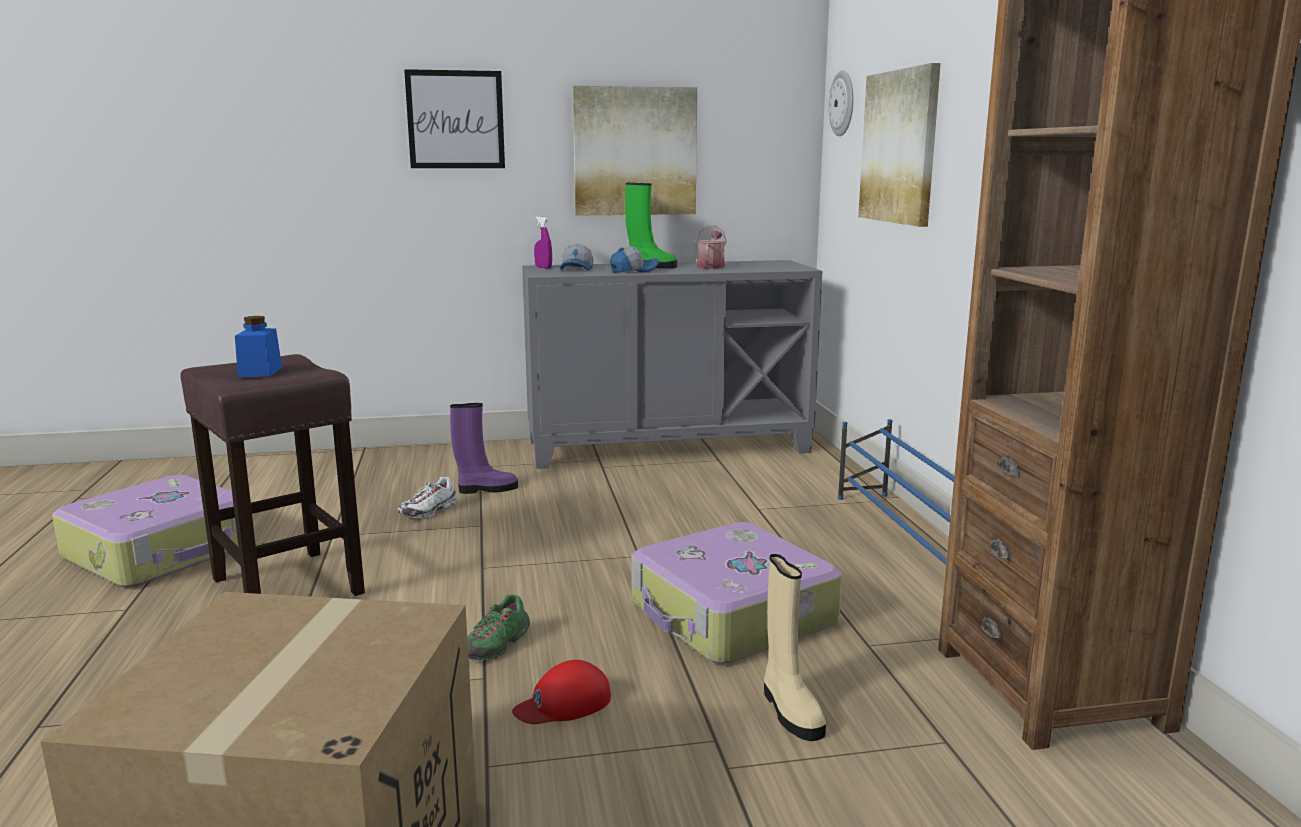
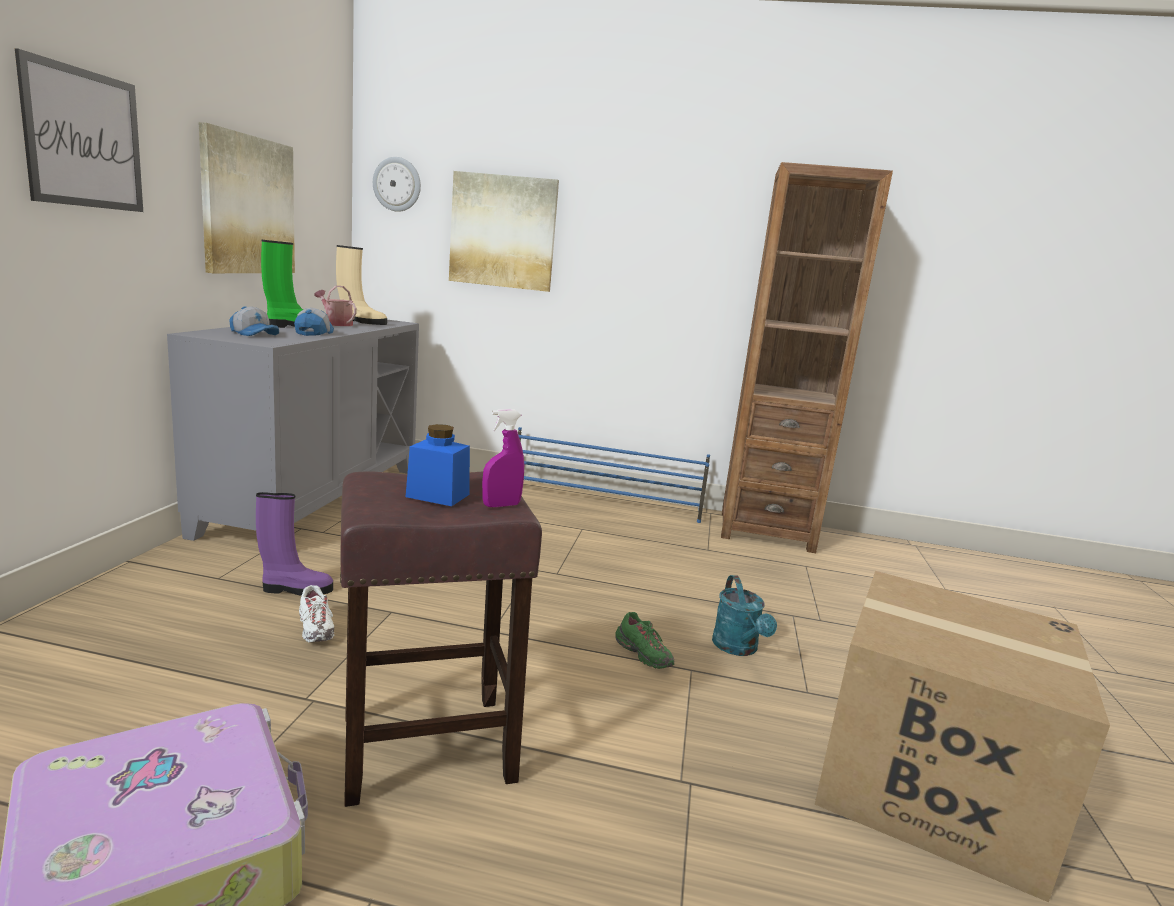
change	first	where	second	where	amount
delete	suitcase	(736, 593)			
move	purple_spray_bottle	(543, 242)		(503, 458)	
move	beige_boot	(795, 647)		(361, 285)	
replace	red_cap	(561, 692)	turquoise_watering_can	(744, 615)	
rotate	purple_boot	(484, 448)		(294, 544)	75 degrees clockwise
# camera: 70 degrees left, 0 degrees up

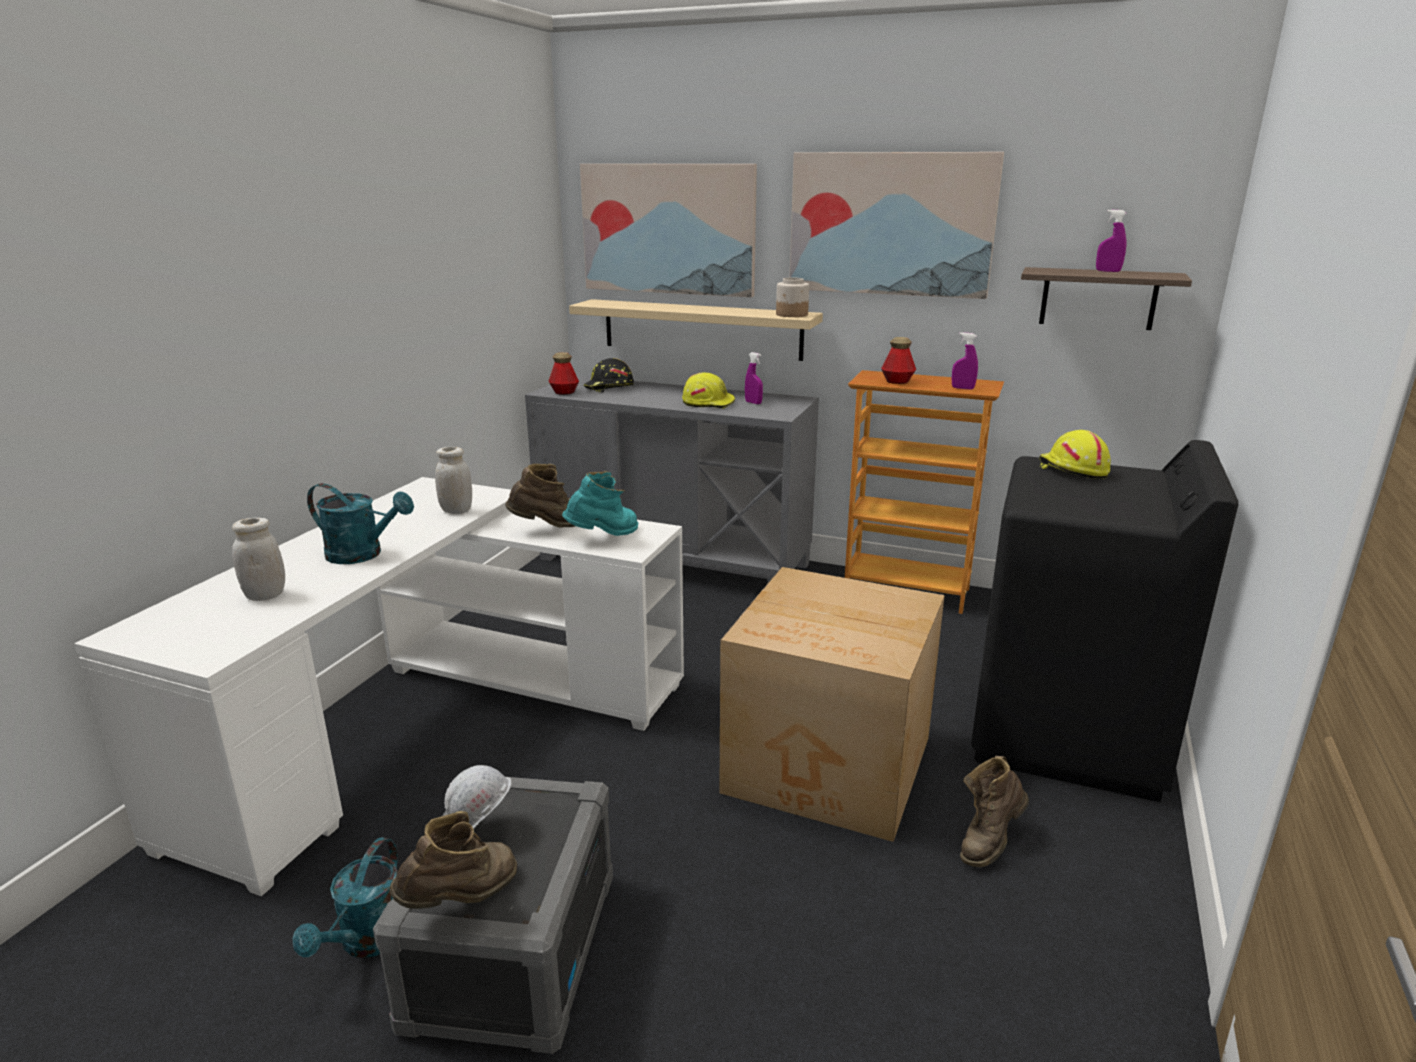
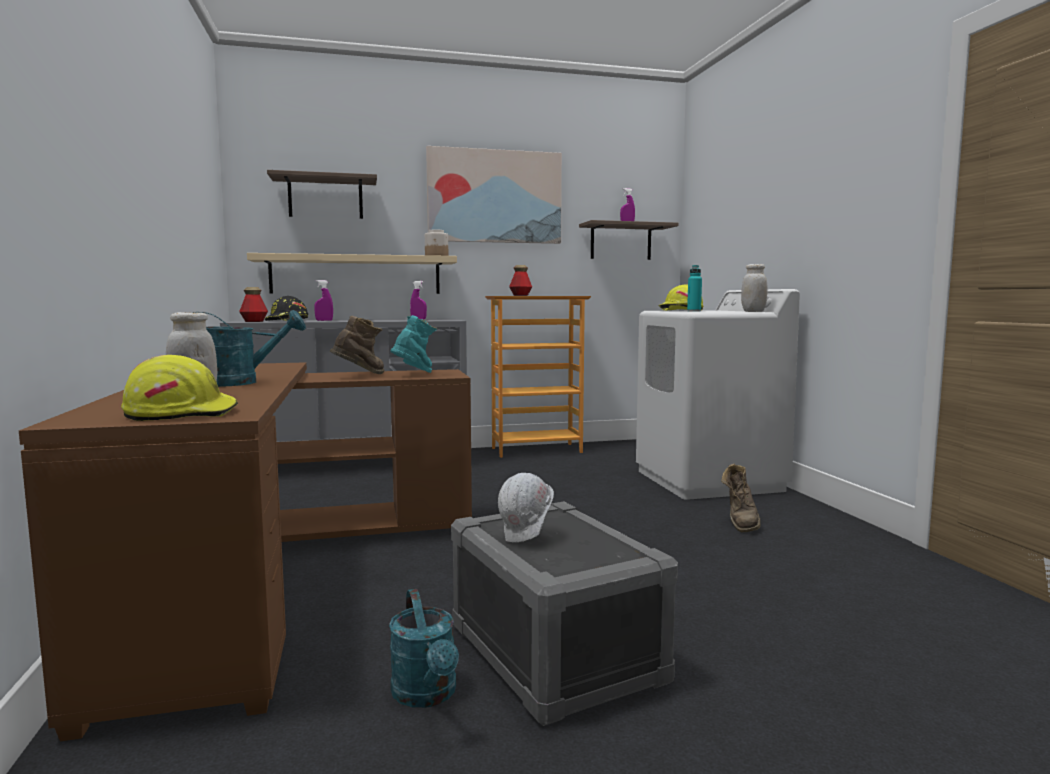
change	first	where	second	where	amount
delete	brown_boot	(453, 860)			
delete	cardboard_box	(832, 704)			
insert			turquoise_bottle	(694, 288)	
move	white_jar	(453, 480)		(754, 288)	
move	yellow_hard_hat	(708, 390)		(179, 388)	
move	purple_spray_bottle	(965, 361)		(323, 300)	
replace	picture	(668, 230)	shelf	(322, 194)	
recolor	white_desk	(379, 686)	brown_desk	(245, 551)	
recolor	black_washing_machine	(1104, 621)	white_washing_machine	(718, 394)	
# camera: 35 degrees left, 15 degrees down

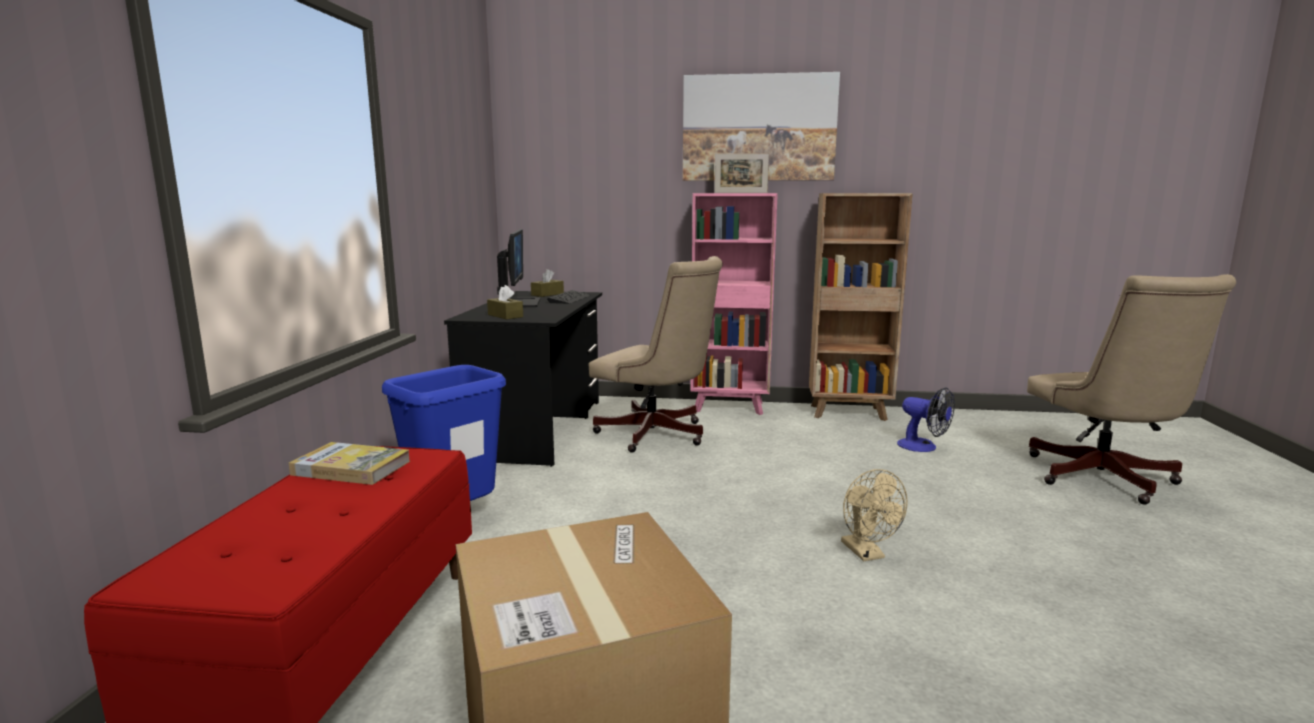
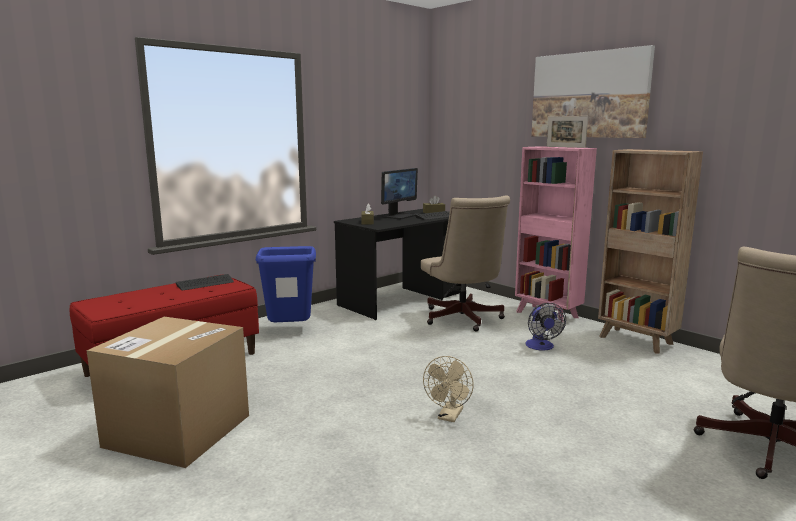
change	first	where	second	where	amount
move	fan	(926, 419)		(545, 326)	
replace	book	(349, 463)	keyboard	(204, 282)	
# camera: 40 degrees right, 0 degrees up

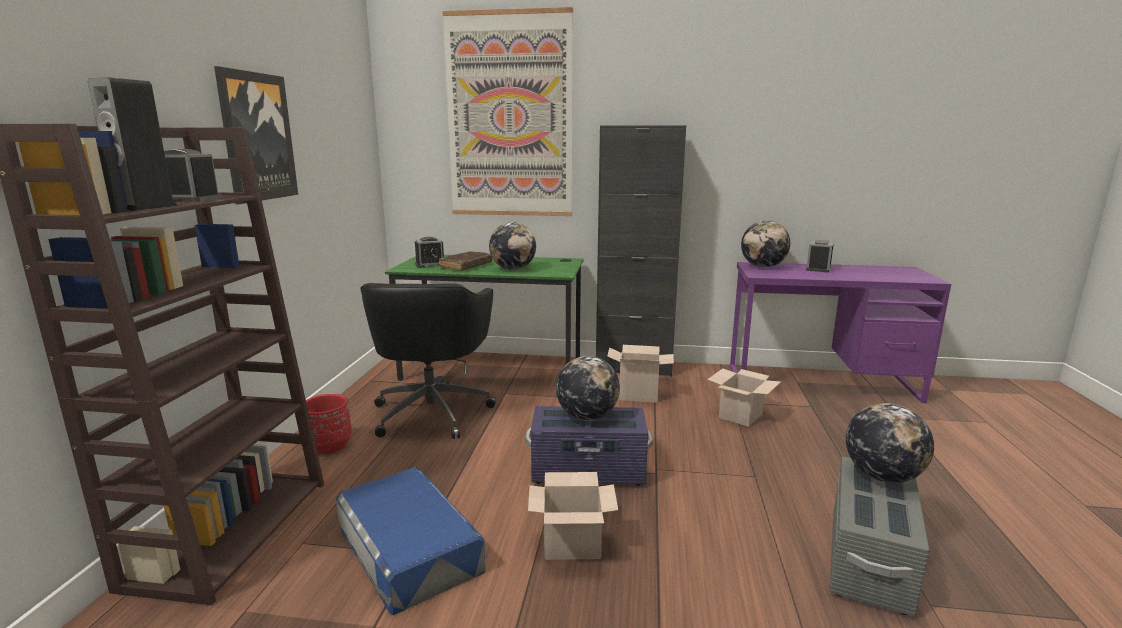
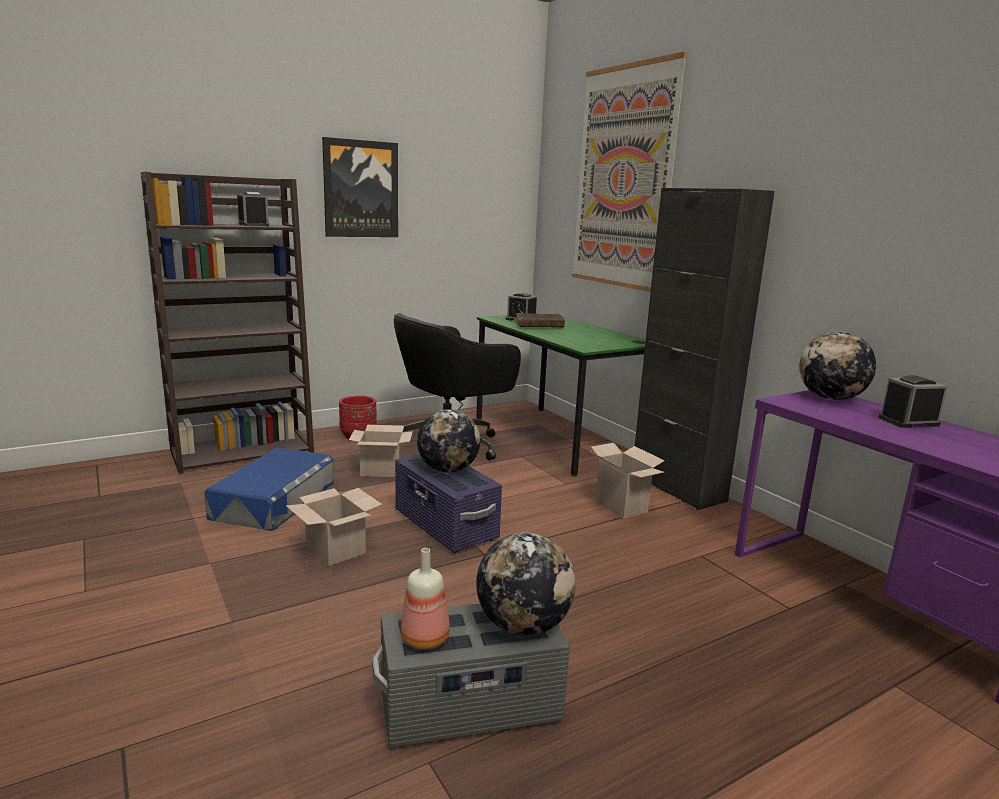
change	first	where	second	where	amount
delete	speaker	(133, 144)			
delete	globe	(512, 246)			
insert			bottle	(425, 599)	
move	cardboard_box	(744, 398)		(381, 451)	
# camera: 50 degrees right, 0 degrees up

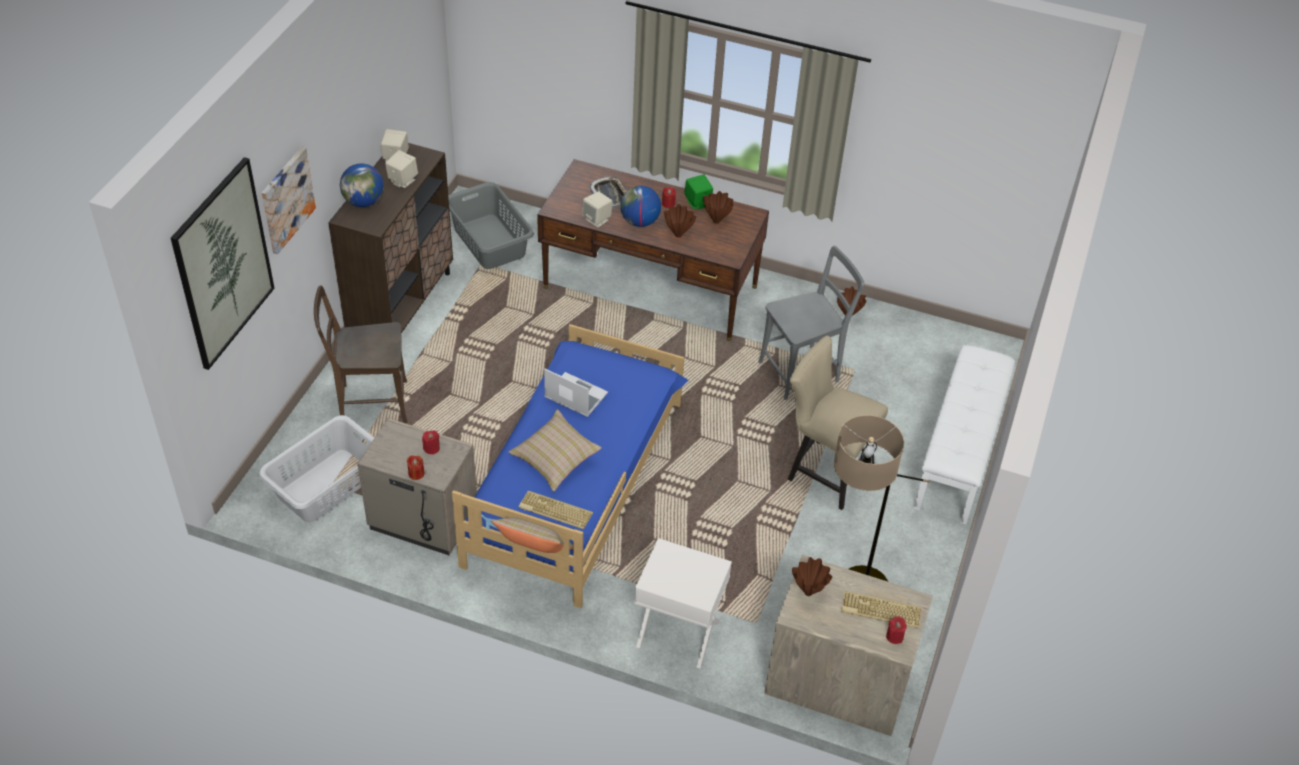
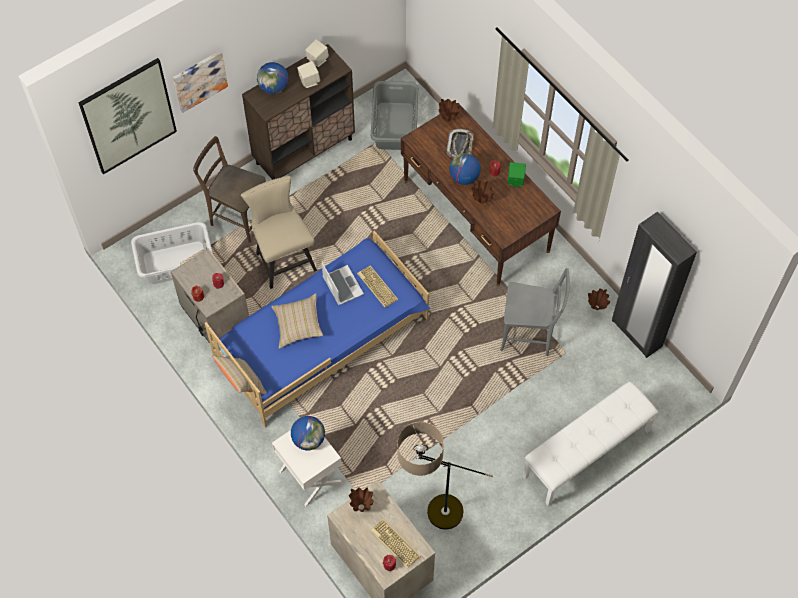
change	first	where	second	where	amount
delete	beige_speaker	(597, 209)			
insert			globe	(308, 433)	
insert			black_wardrobe	(654, 285)	
move	keyboard	(555, 510)		(378, 286)	
move	brown_vase	(718, 207)		(449, 110)	
move	beige_chair	(838, 423)		(279, 232)	
# camera: 35 degrees right, 15 degrees up

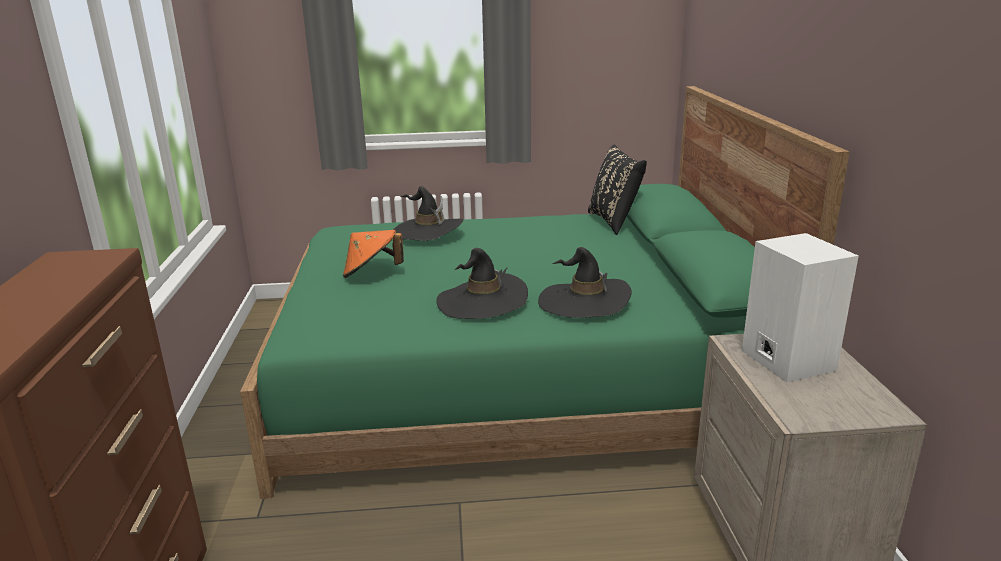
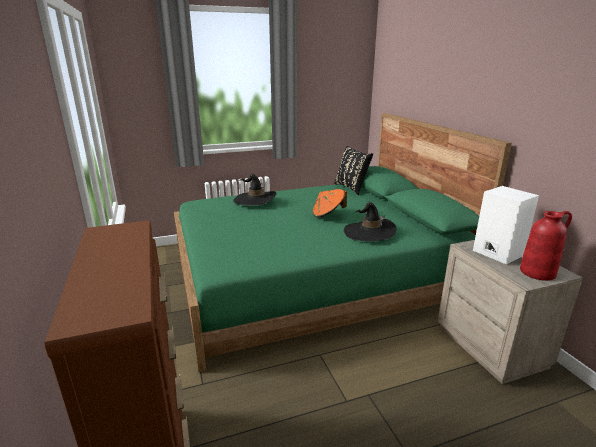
change	first	where	second	where	amount
delete	black_hat	(482, 283)			
insert			red_vase	(546, 246)	
move	orange_hat	(373, 254)		(330, 203)	
# camera: 15 degrees left, 0 degrees up

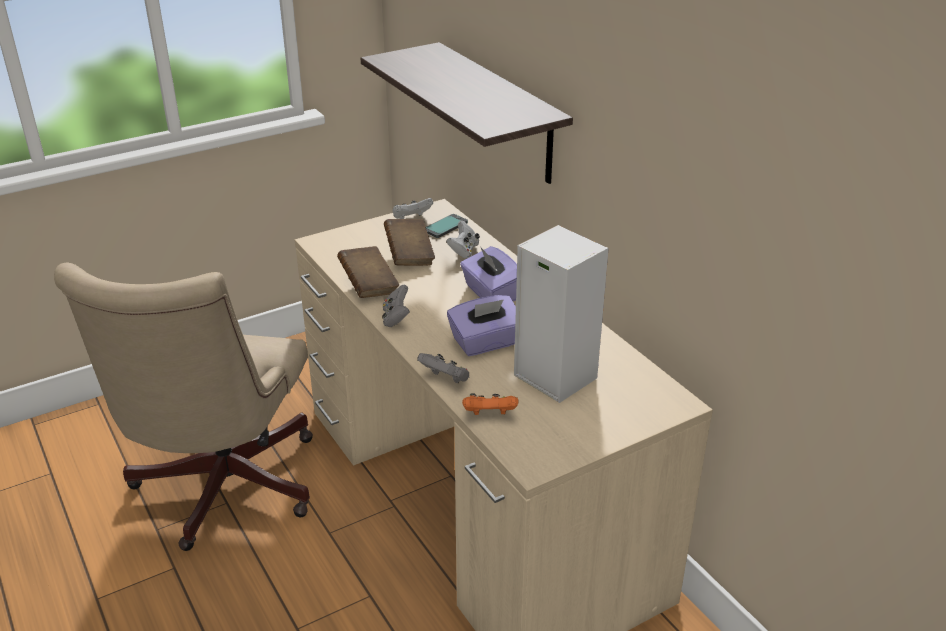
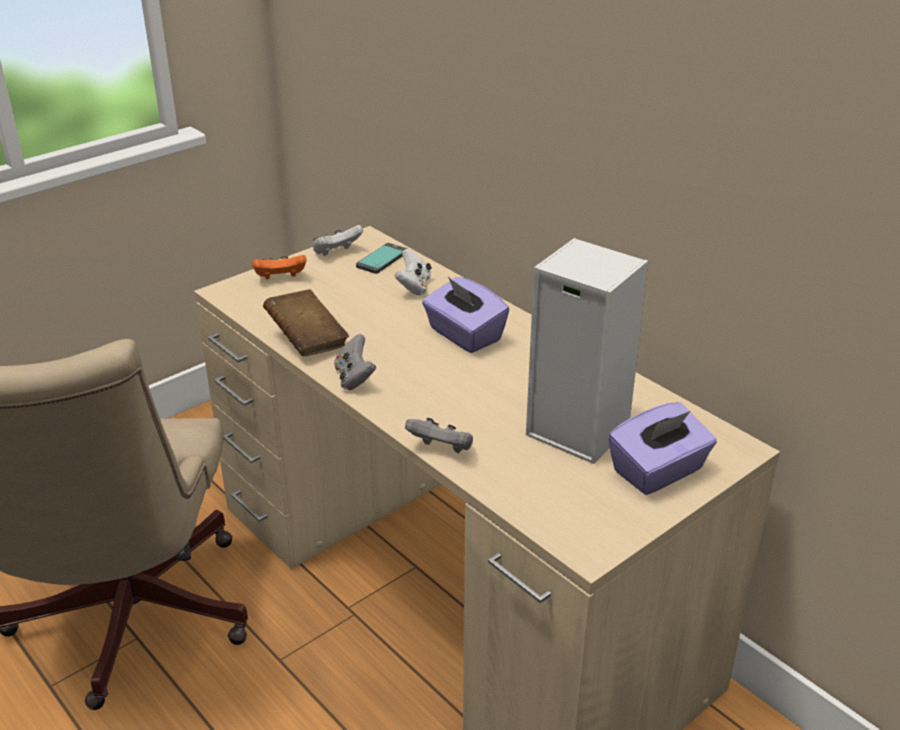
change	first	where	second	where	amount
delete	shelf	(466, 113)			
delete	brown_book	(409, 242)			
move	purple_tissue_box	(481, 325)		(662, 448)	
move	orange_game_controller	(490, 404)		(279, 267)	
# camera: 10 degrees left, 0 degrees up

